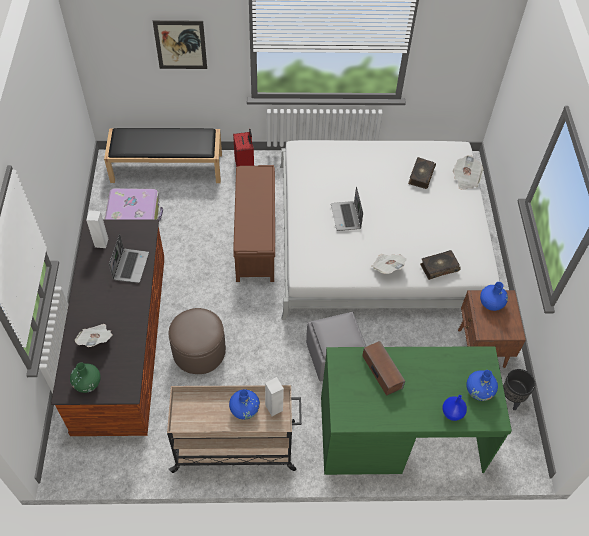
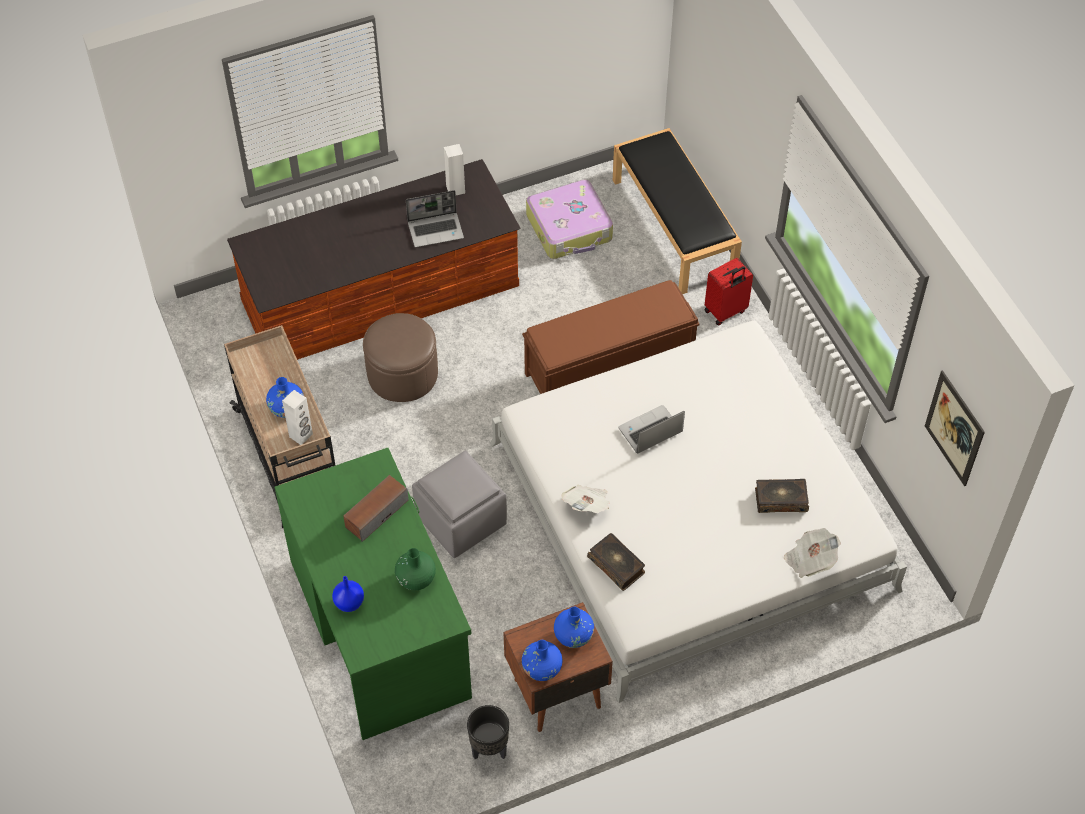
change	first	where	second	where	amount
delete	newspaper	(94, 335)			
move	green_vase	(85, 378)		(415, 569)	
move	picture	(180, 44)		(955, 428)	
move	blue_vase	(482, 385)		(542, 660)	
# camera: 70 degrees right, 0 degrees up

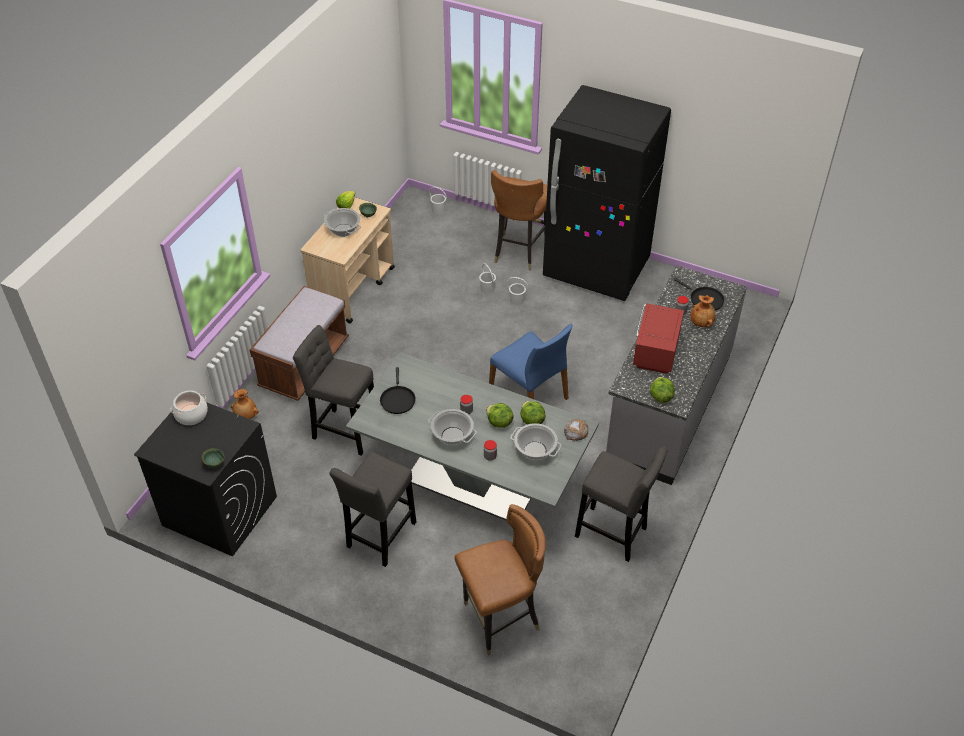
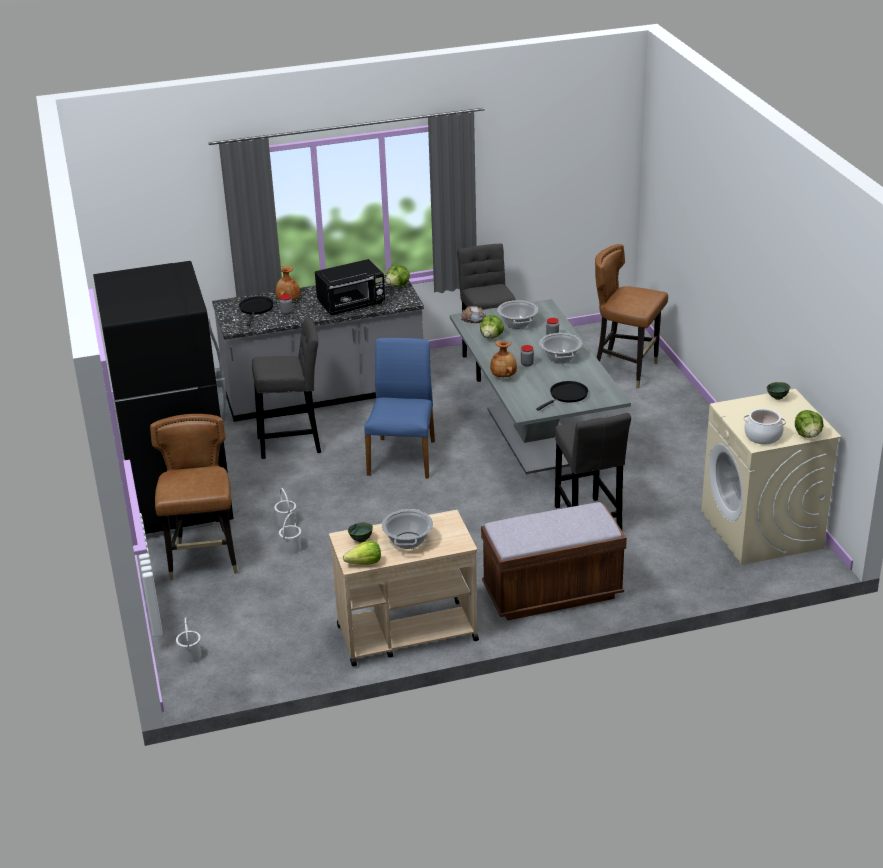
change	first	where	second	where	amount
move	brown_vase	(245, 404)		(503, 359)	
move	grey_stool	(373, 509)		(286, 388)	
move	lettuce	(500, 415)		(809, 424)	
recolor	black_washing_machine	(205, 479)	beige_washing_machine	(771, 477)	
recolor	red_microwave	(658, 338)	black_microwave	(350, 287)	
rotate	brown_chair	(519, 220)		(194, 497)	75 degrees counterclockwise
# camera: 130 degrees left, 15 degrees down

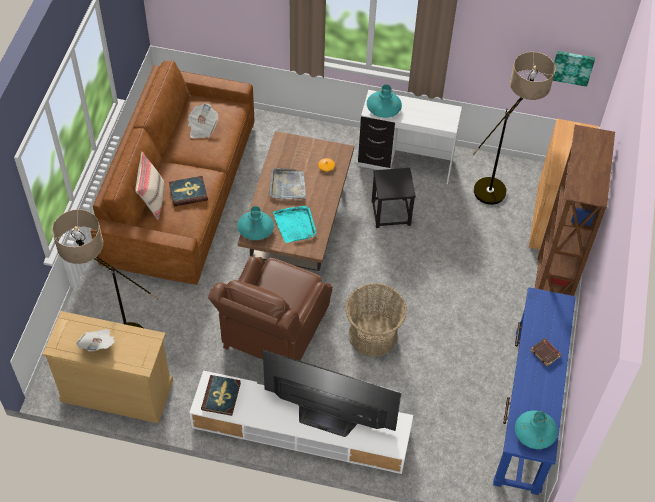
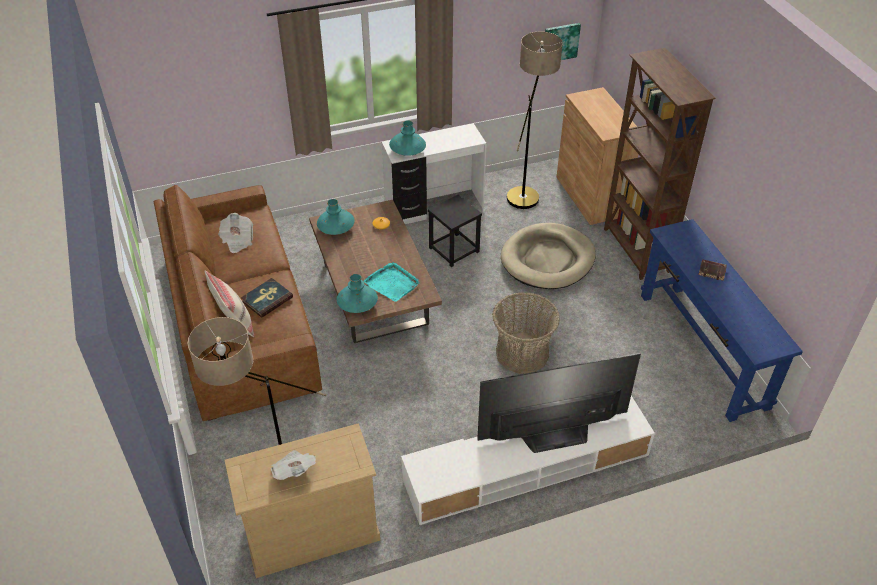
change	first	where	second	where	amount
delete	book	(221, 395)			
delete	brown_armchair	(270, 308)			
delete	grey_tray	(288, 183)			
insert			beige_dog_bed	(548, 256)	
move	turquoise_vase	(536, 429)		(336, 217)	
# camera: 30 degrees left, 10 degrees down

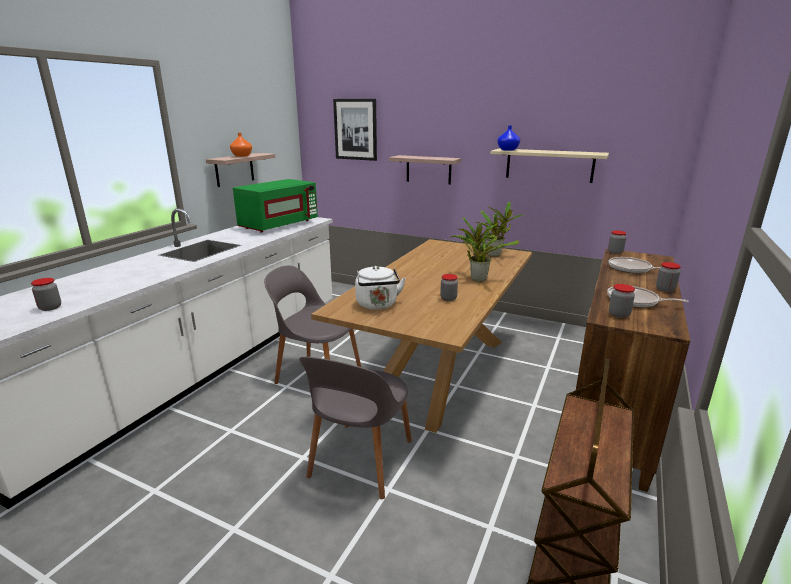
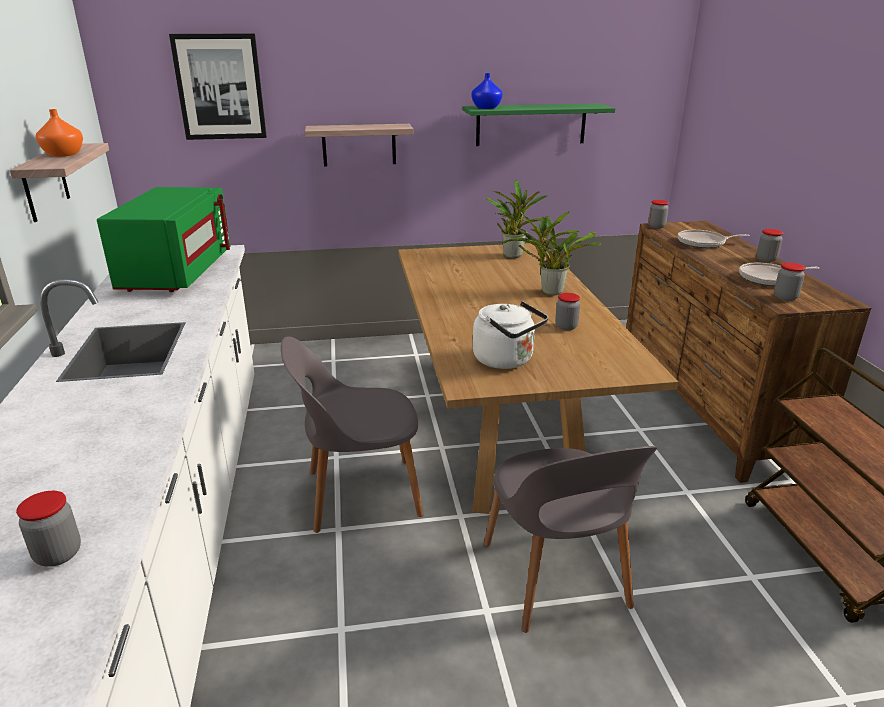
change	first	where	second	where	amount
recolor	beige_shelf	(549, 166)	green_shelf	(539, 124)	
# camera: 35 degrees left, 5 degrees up

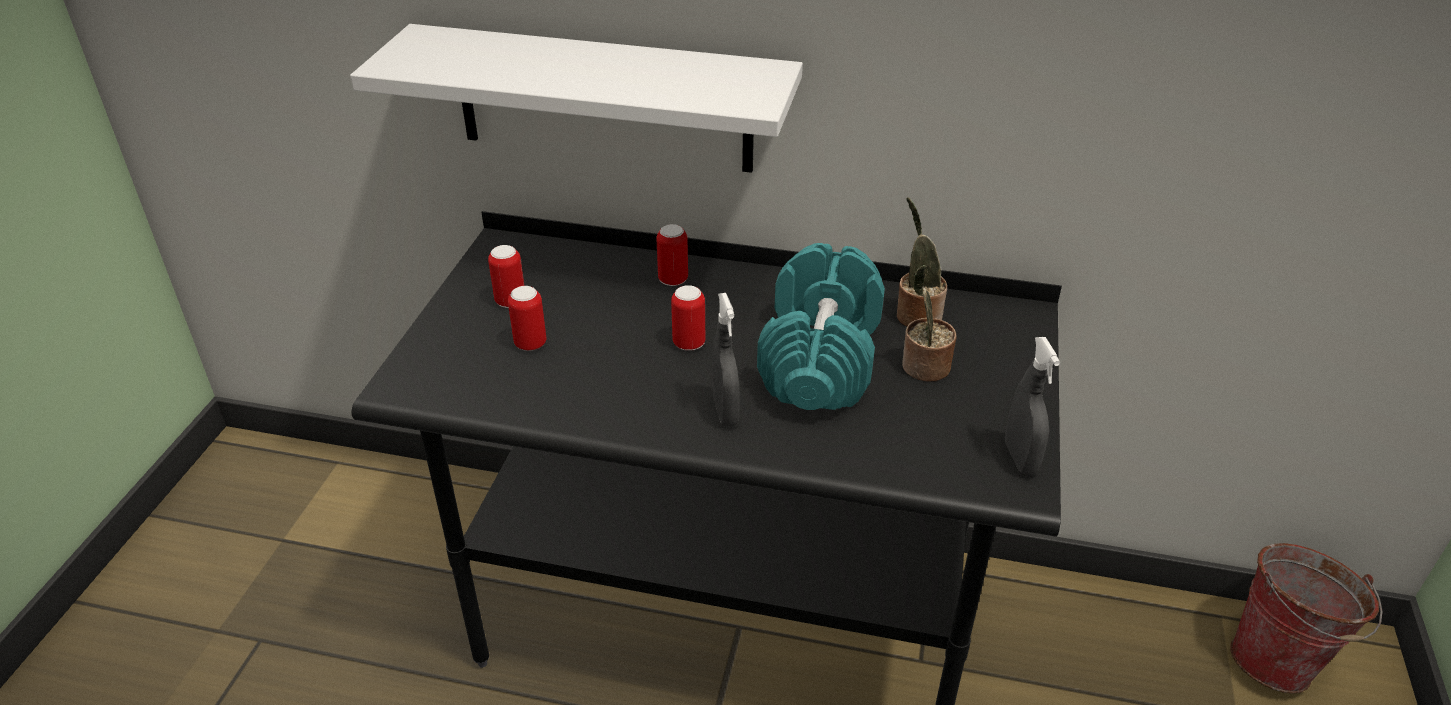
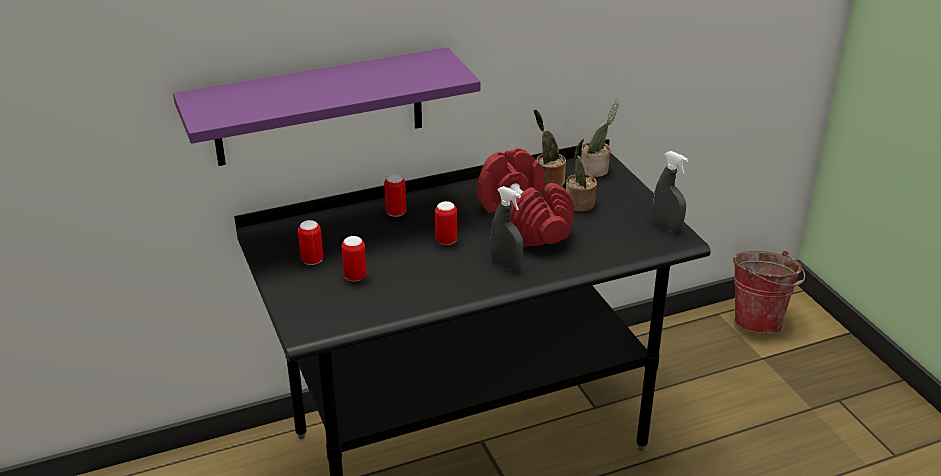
change	first	where	second	where	amount
insert			potted_plant	(600, 138)	
recolor	white_shelf	(576, 98)	purple_shelf	(326, 107)	
recolor	turquoise_dumbbell	(821, 326)	red_dumbbell	(526, 197)	
# camera: 35 degrees left, 5 degrees down

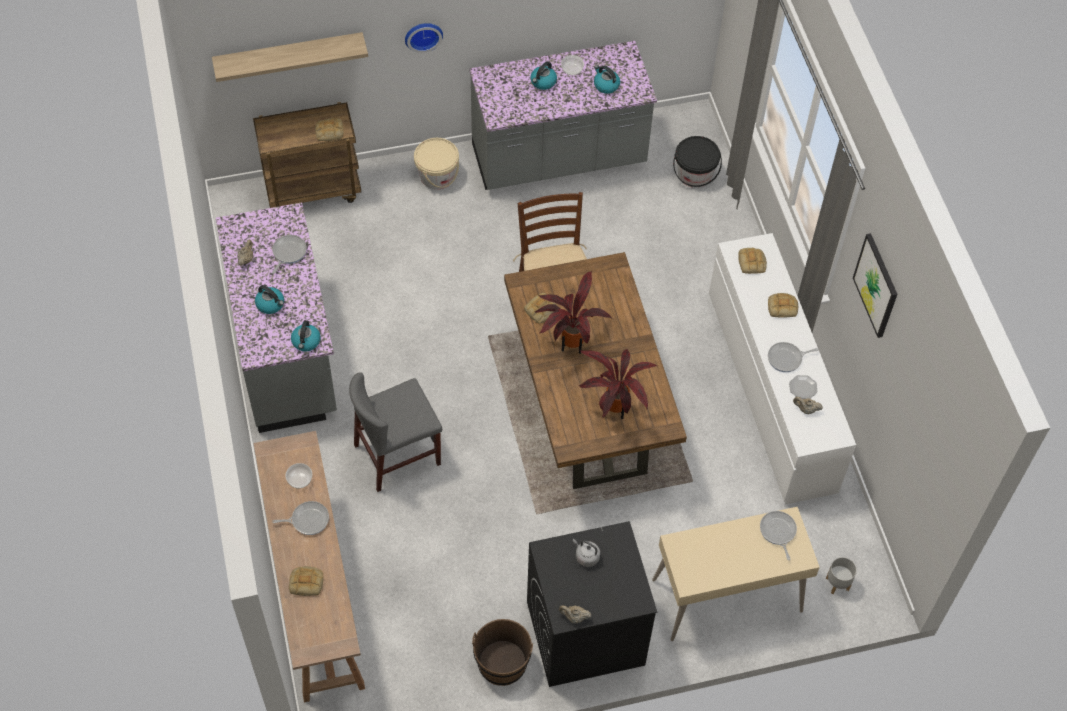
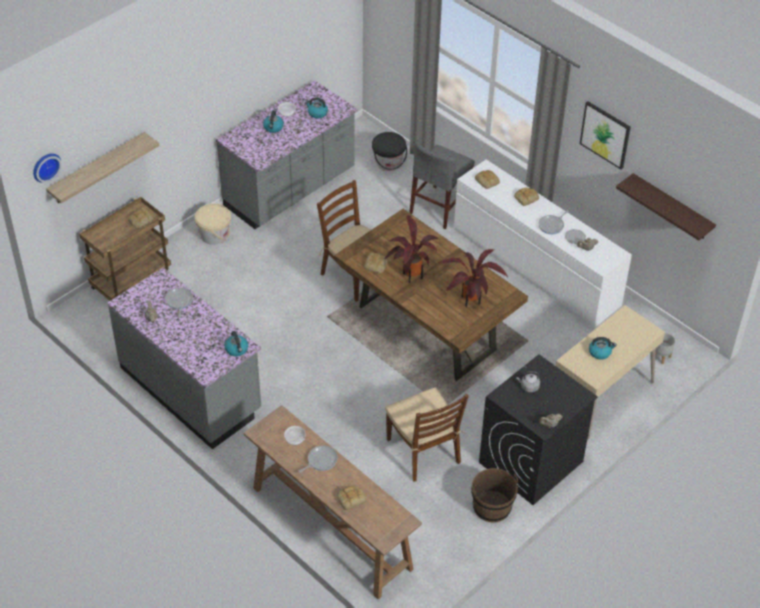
change	first	where	second	where	amount
delete	frying_pan	(778, 535)			
insert			brown_chair	(427, 434)	
insert			shelf	(666, 207)	
move	kettle	(269, 299)		(603, 348)	
move	grey_chair	(395, 432)		(442, 184)	
move	wall_clock	(424, 38)		(47, 168)	
# camera: 30 degrees left, 10 degrees down

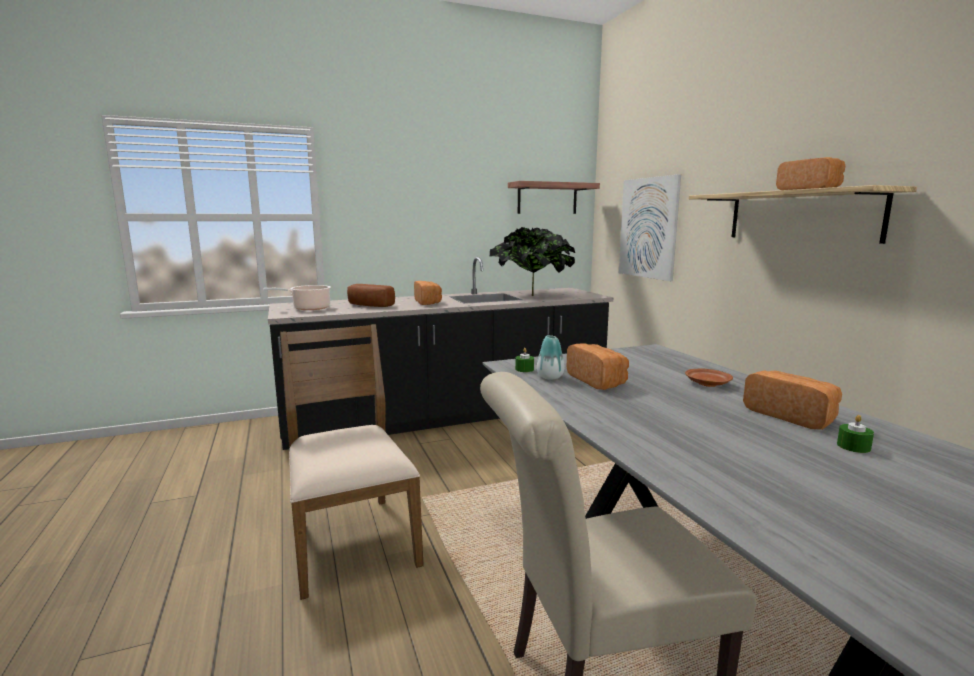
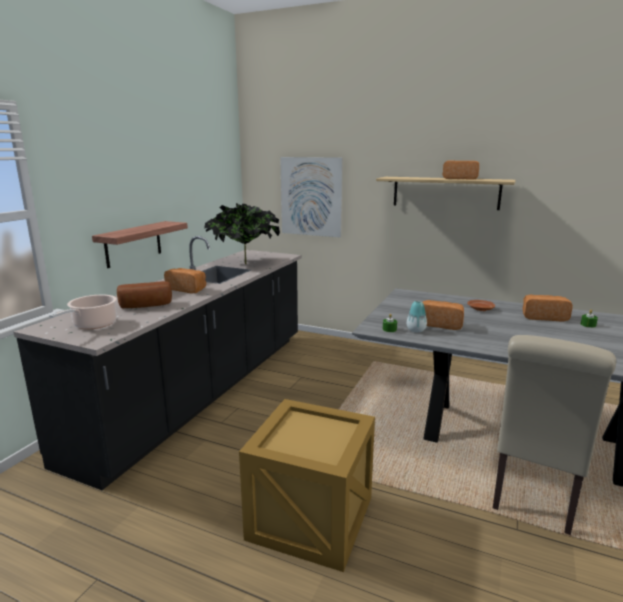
change	first	where	second	where	amount
move	shelf	(554, 197)		(140, 244)	
replace	brown_chair	(352, 462)	crate	(307, 485)	
# camera: 45 degrees left, 5 degrees up

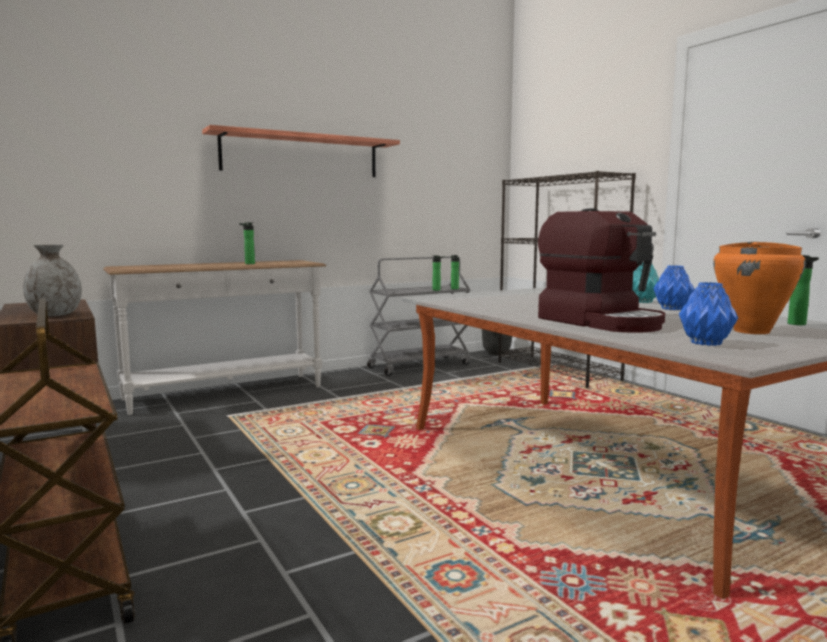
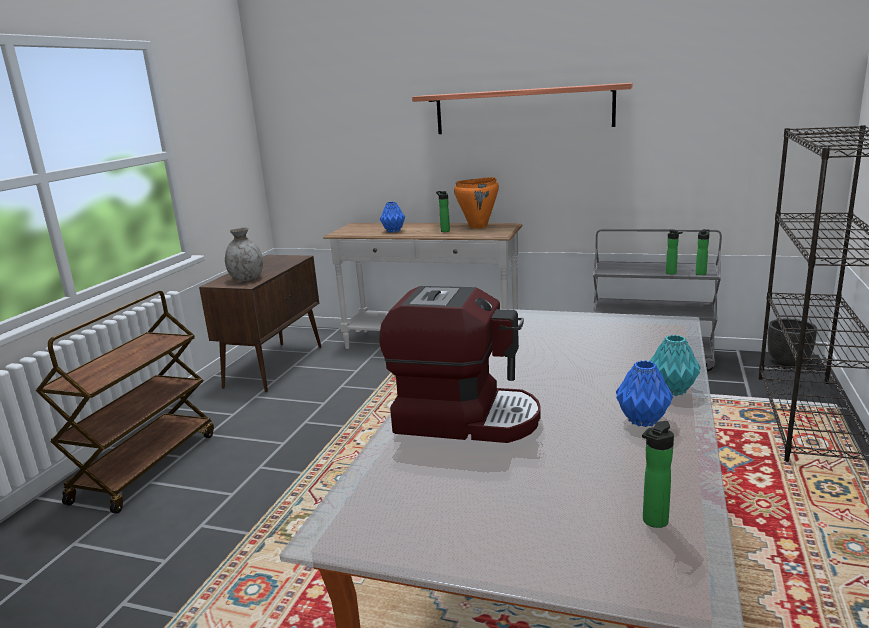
change	first	where	second	where	amount
move	blue_vase	(708, 314)		(392, 217)	
move	orange_cooking_pot	(759, 288)		(476, 203)	
rotate	coffee_machine	(601, 270)		(460, 364)	90 degrees counterclockwise
# camera: 50 degrees right, 10 degrees up

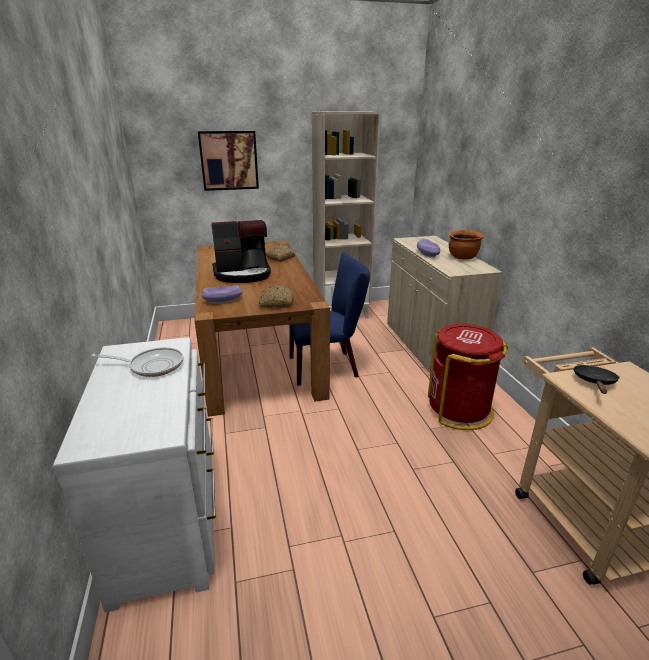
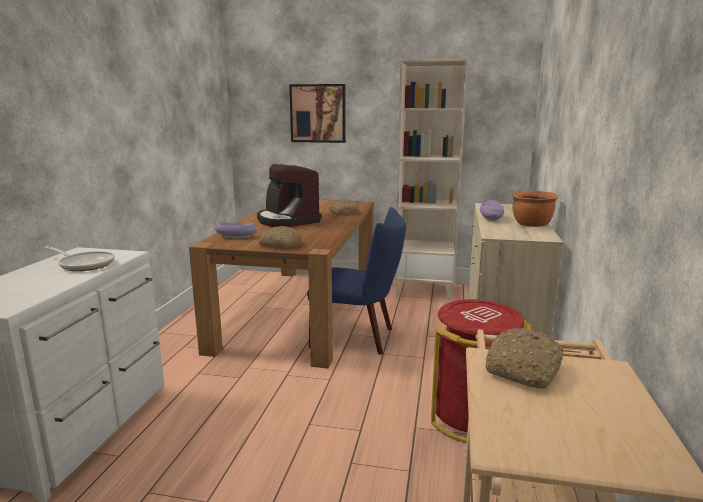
change	first	where	second	where	amount
replace	black_frying_pan	(596, 379)	bread	(524, 358)	
rotate	coffee_machine	(241, 251)		(289, 195)	45 degrees clockwise
# camera: 25 degrees right, 10 degrees down

